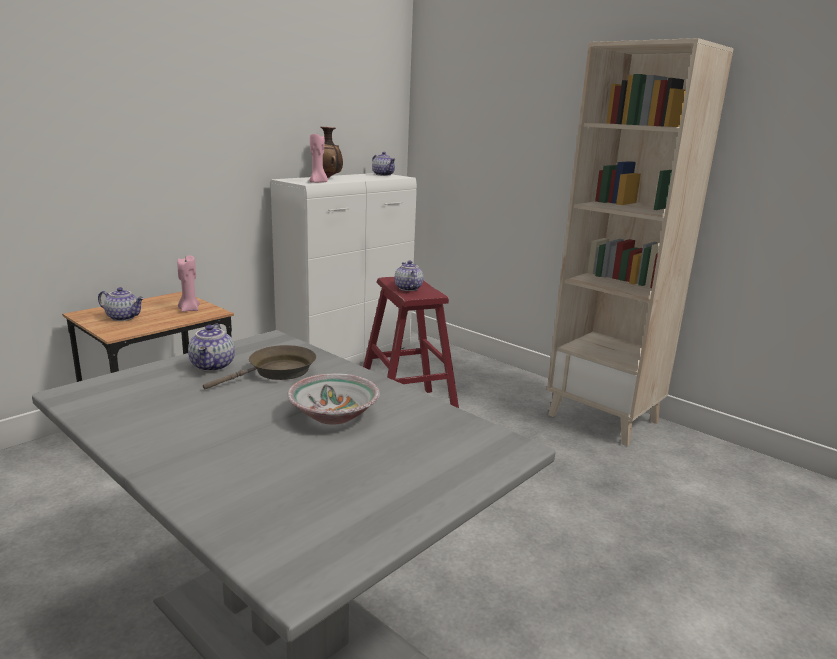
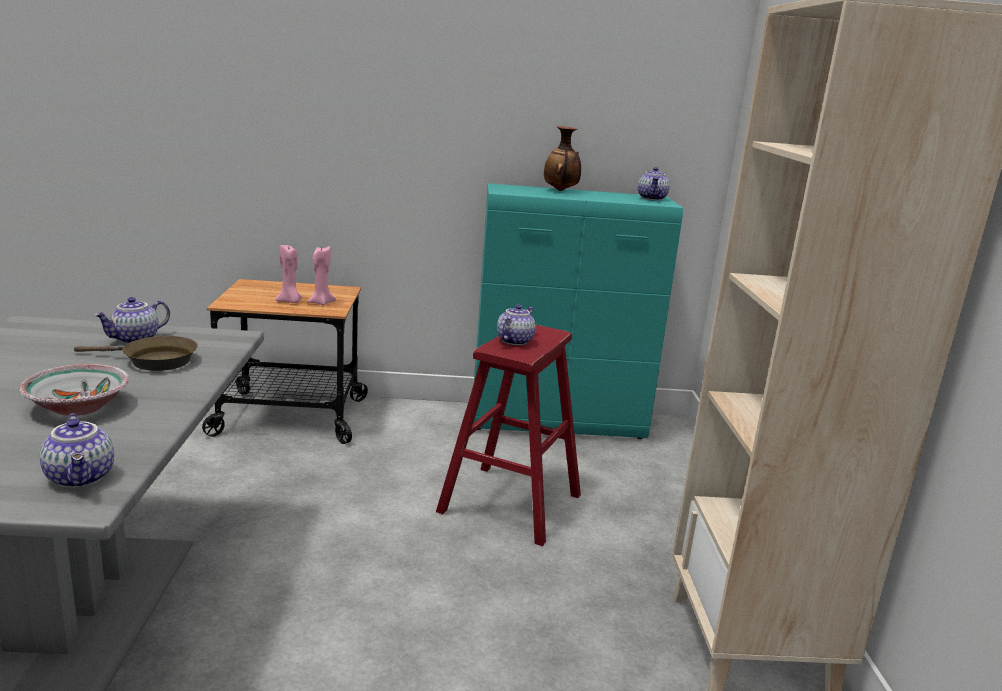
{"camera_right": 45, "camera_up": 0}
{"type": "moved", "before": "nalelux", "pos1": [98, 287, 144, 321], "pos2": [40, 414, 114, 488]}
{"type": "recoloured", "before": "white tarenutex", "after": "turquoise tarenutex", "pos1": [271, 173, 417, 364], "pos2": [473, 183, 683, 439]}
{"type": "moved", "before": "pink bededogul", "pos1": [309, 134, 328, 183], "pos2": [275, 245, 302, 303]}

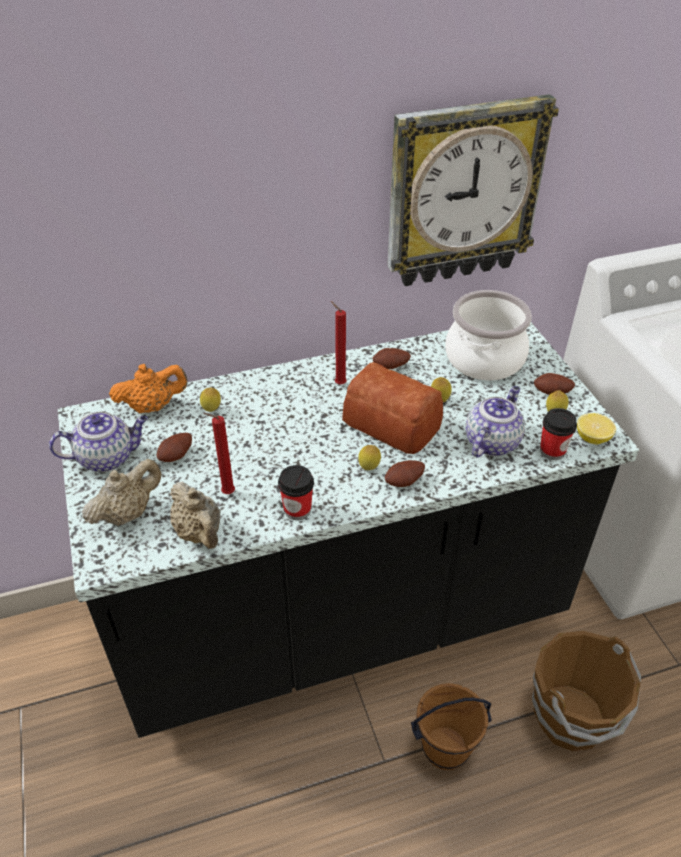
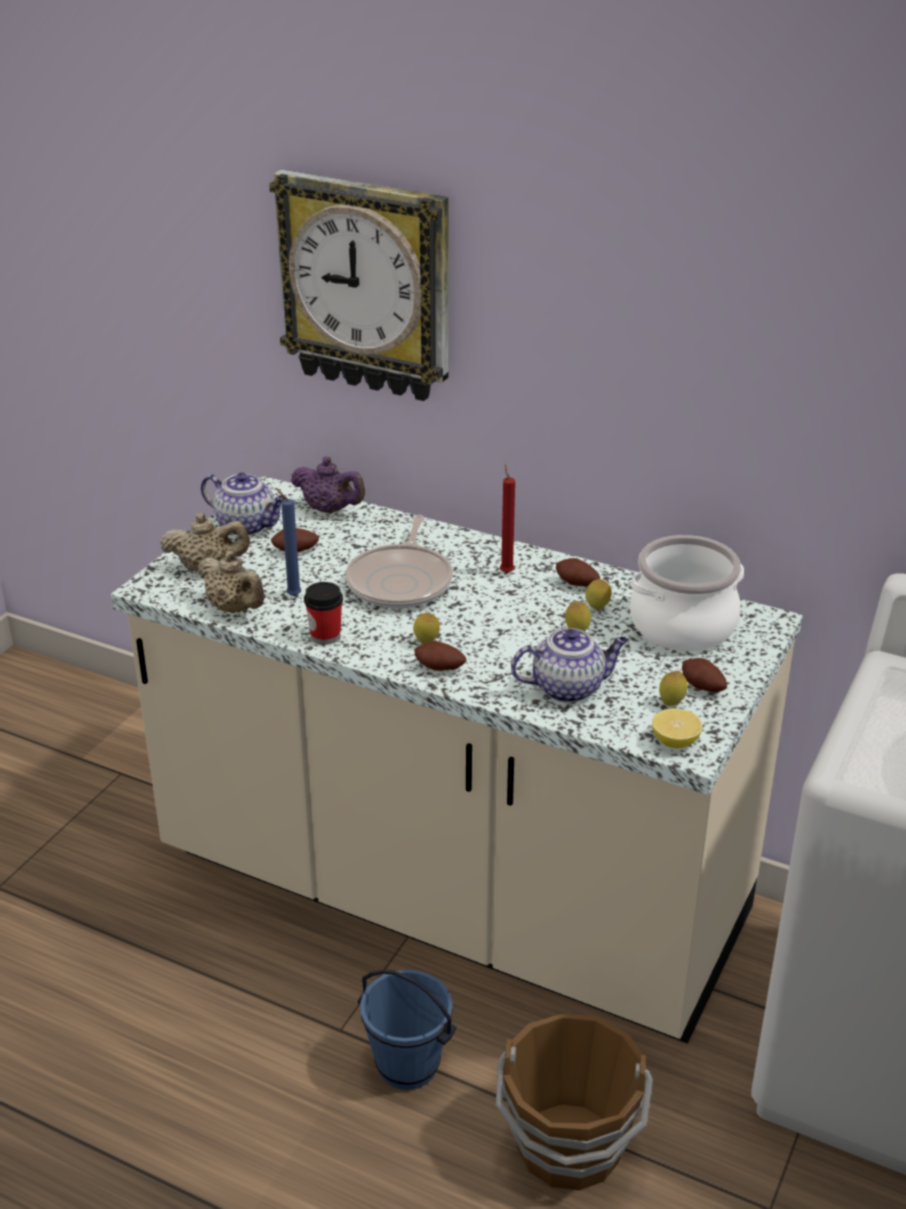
{"camera_right": 45, "camera_up": -10}
{"type": "recoloured", "before": "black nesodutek", "after": "beige nesodutek", "pos1": [58, 323, 639, 738], "pos2": [111, 476, 803, 1044]}
{"type": "recoloured", "before": "orange nalelux", "after": "purple nalelux", "pos1": [109, 364, 188, 414], "pos2": [291, 456, 365, 513]}
{"type": "turned", "before": "beige nalelux", "pos1": [170, 481, 220, 549], "pos2": [198, 551, 265, 613], "turn": -60}
{"type": "moved", "before": "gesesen", "pos1": [200, 388, 221, 412], "pos2": [586, 579, 611, 610]}
{"type": "recoloured", "before": "red bededogul", "after": "blue bededogul", "pos1": [204, 413, 235, 494], "pos2": [275, 488, 301, 596]}
{"type": "removed", "before": "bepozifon", "pos1": [342, 362, 443, 454]}
{"type": "moved", "before": "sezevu", "pos1": [387, 94, 559, 286], "pos2": [269, 170, 449, 401]}
{"type": "recoloured", "before": "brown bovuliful", "after": "blue bovuliful", "pos1": [411, 683, 492, 770], "pos2": [358, 970, 457, 1090]}
{"type": "removed", "before": "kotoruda", "pos1": [540, 408, 577, 460]}
{"type": "added", "after": "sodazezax", "pos2": [346, 515, 453, 608]}

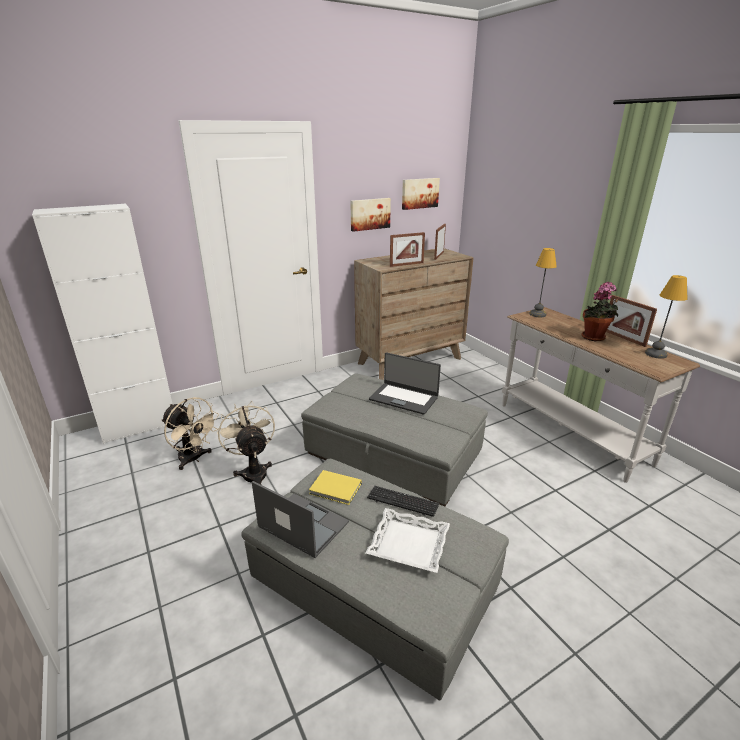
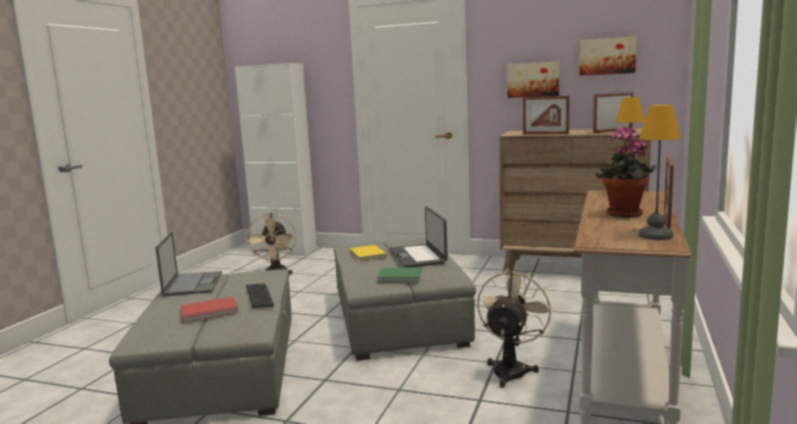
{"camera_right": 50, "camera_up": -15}
{"type": "moved", "before": "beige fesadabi", "pos1": [216, 401, 275, 485], "pos2": [477, 269, 553, 388]}
{"type": "moved", "before": "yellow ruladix", "pos1": [309, 470, 362, 505], "pos2": [349, 245, 386, 262]}
{"type": "replaced", "before": "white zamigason", "after": "red ruladix", "pos1": [366, 508, 450, 573], "pos2": [181, 297, 238, 323]}
{"type": "added", "after": "green ruladix", "pos2": [377, 267, 421, 283]}

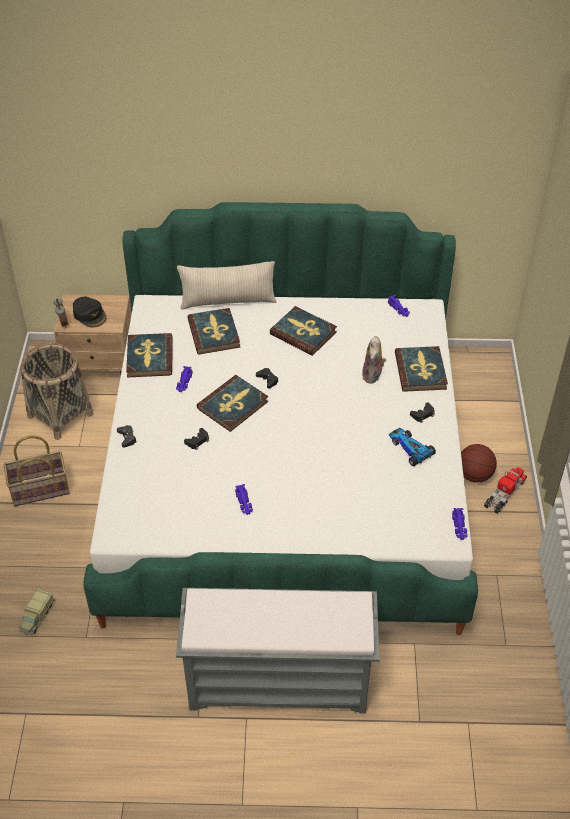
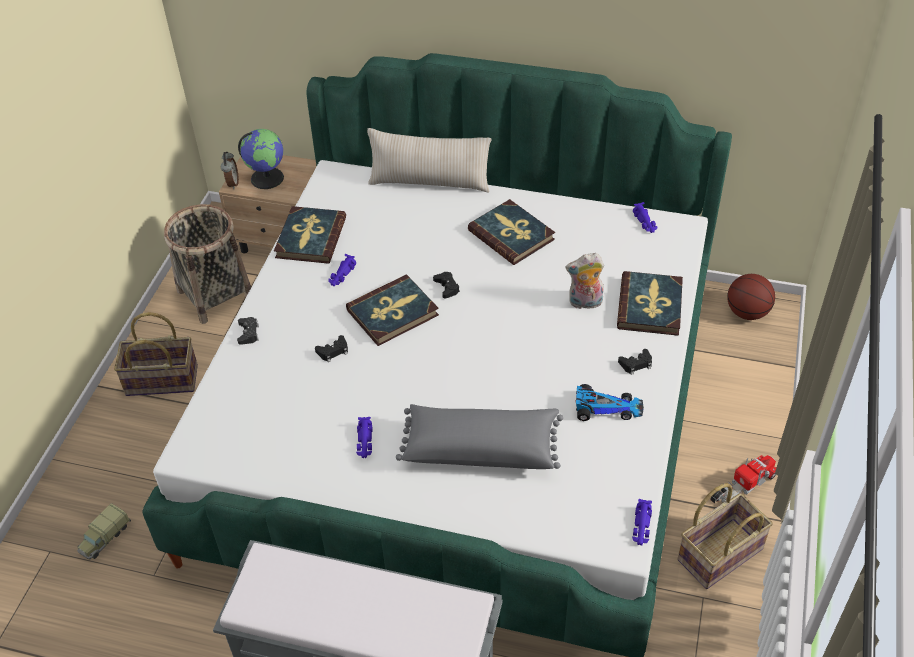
{"camera_right": 15, "camera_up": 0}
{"type": "replaced", "before": "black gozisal", "after": "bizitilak", "pos1": [73, 297, 107, 328], "pos2": [238, 129, 284, 189]}
{"type": "removed", "before": "ruladix", "pos1": [187, 308, 240, 354]}
{"type": "turned", "before": "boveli", "pos1": [362, 336, 386, 384], "pos2": [565, 253, 604, 309], "turn": 60}
{"type": "turned", "before": "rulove", "pos1": [389, 428, 436, 466], "pos2": [575, 384, 644, 421], "turn": 120}
{"type": "moved", "before": "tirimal", "pos1": [461, 444, 497, 483], "pos2": [727, 274, 775, 320]}
{"type": "added", "after": "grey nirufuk", "pos2": [396, 404, 563, 469]}
{"type": "added", "after": "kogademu", "pos2": [677, 483, 773, 589]}

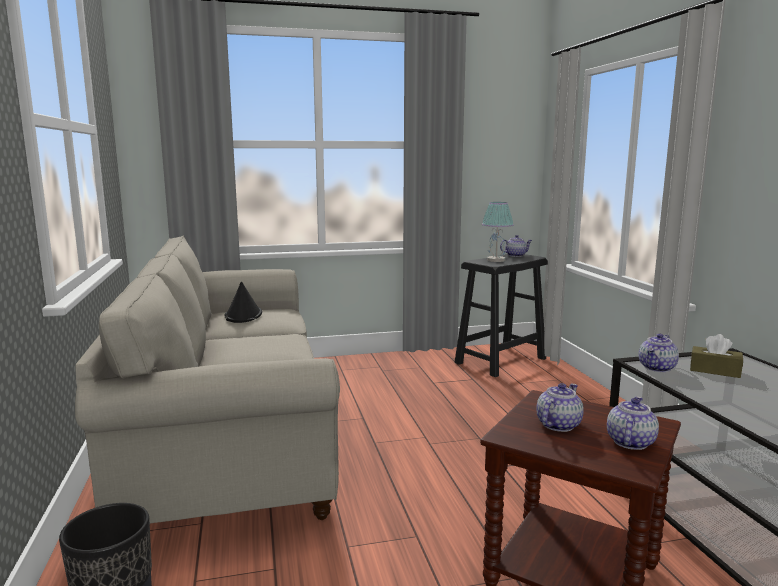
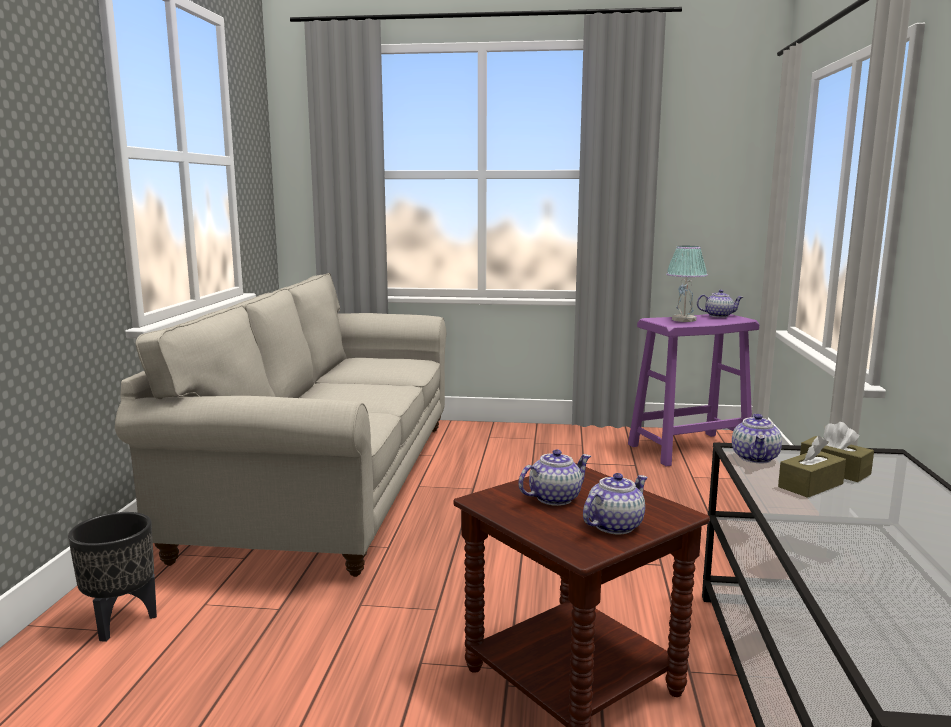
{"camera_right": 20, "camera_up": 0}
{"type": "removed", "before": "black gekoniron", "pos1": [225, 282, 262, 323]}
{"type": "recoloured", "before": "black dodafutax", "after": "purple dodafutax", "pos1": [454, 254, 548, 377], "pos2": [628, 314, 759, 467]}
{"type": "turned", "before": "nalelux", "pos1": [639, 334, 679, 372], "pos2": [732, 414, 782, 463], "turn": -45}
{"type": "added", "after": "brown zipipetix", "pos2": [778, 436, 846, 498]}

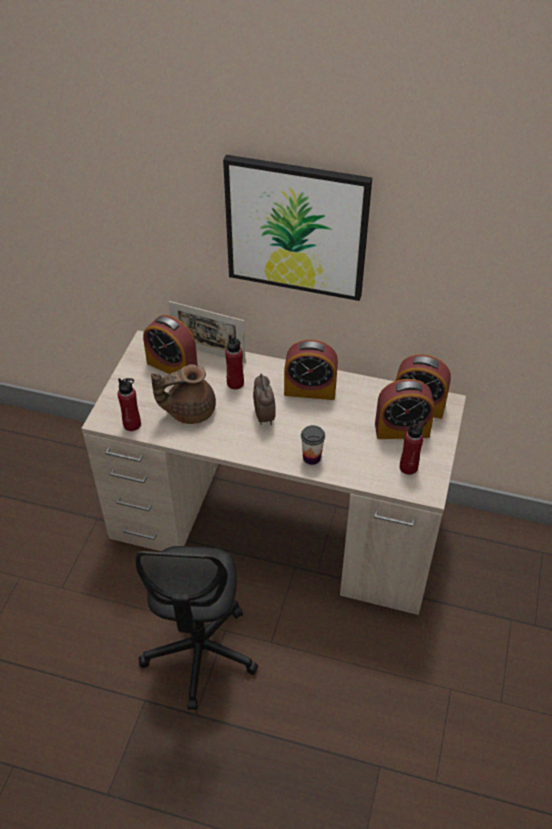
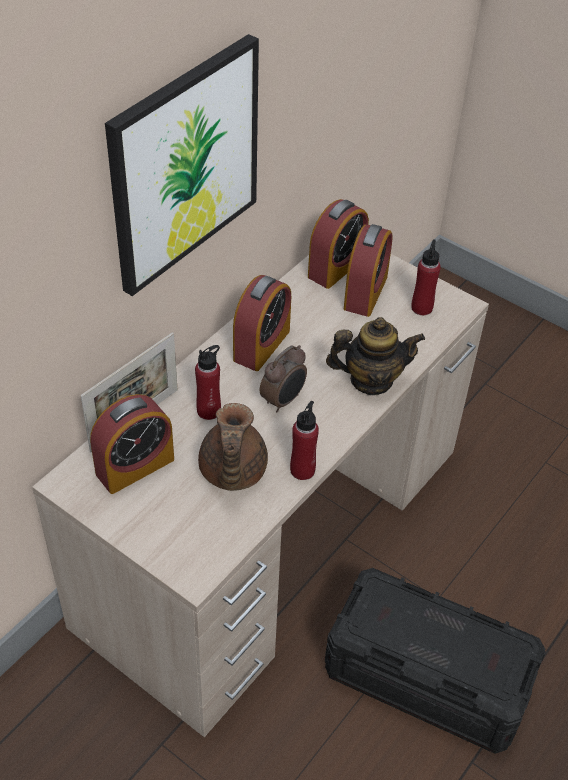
{"camera_right": -70, "camera_up": 0}
{"type": "moved", "before": "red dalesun", "pos1": [117, 378, 141, 431], "pos2": [290, 401, 319, 480]}
{"type": "replaced", "before": "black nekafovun", "after": "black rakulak", "pos1": [136, 546, 258, 710], "pos2": [325, 568, 546, 754]}
{"type": "turned", "before": "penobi", "pos1": [253, 374, 276, 425], "pos2": [260, 345, 307, 413], "turn": 120}
{"type": "replaced", "before": "kotoruda", "after": "nalelux", "pos1": [301, 425, 325, 465], "pos2": [326, 317, 425, 395]}

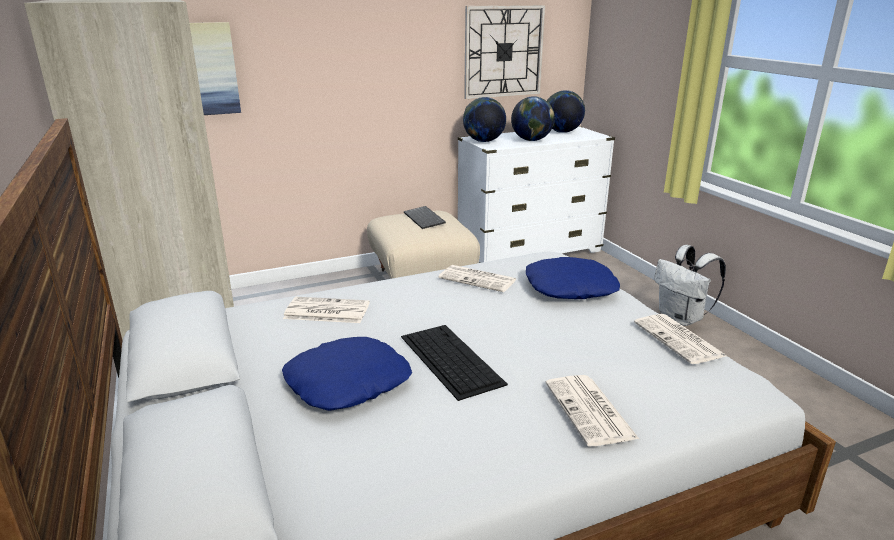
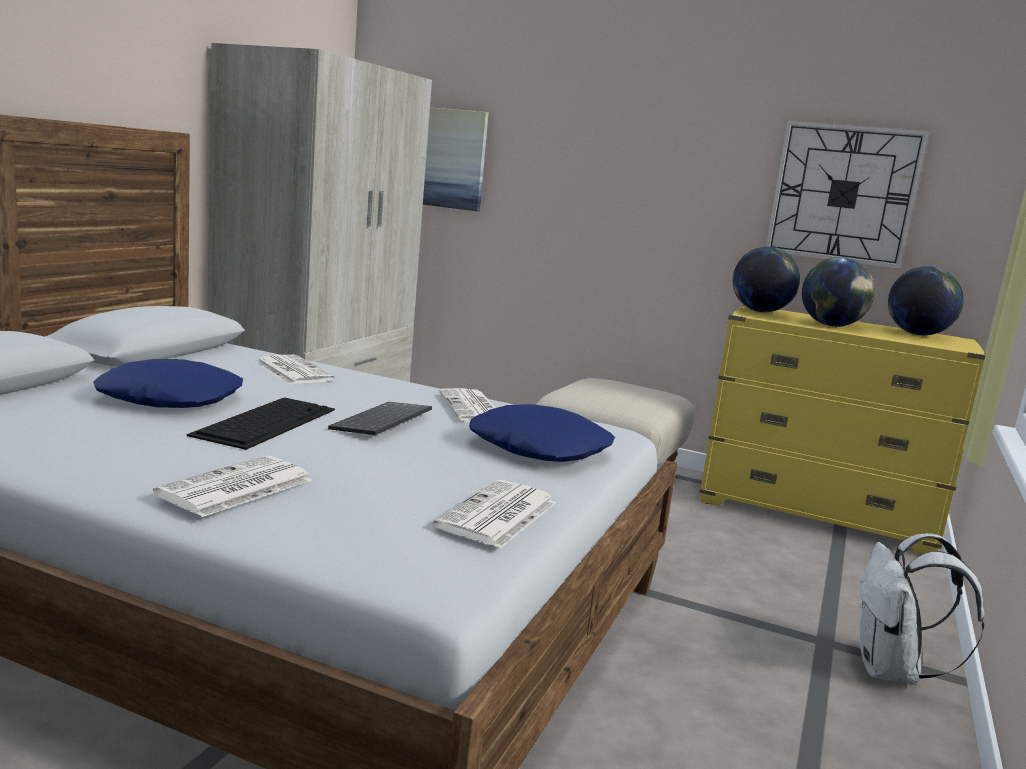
{"camera_right": 45, "camera_up": -10}
{"type": "moved", "before": "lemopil", "pos1": [404, 206, 446, 229], "pos2": [328, 402, 432, 435]}
{"type": "recoloured", "before": "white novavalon", "after": "yellow novavalon", "pos1": [458, 126, 615, 263], "pos2": [700, 305, 986, 554]}

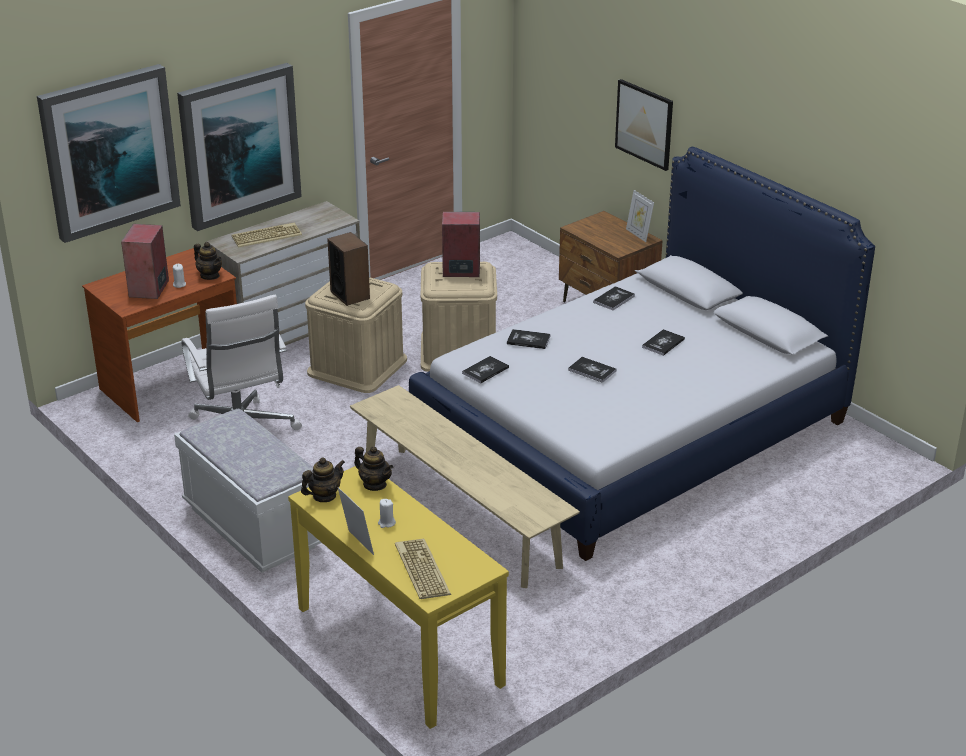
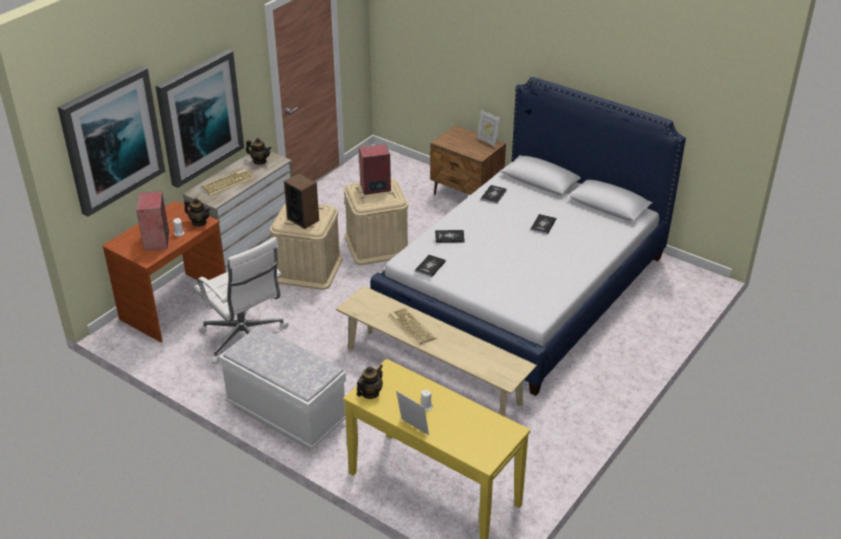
{"camera_right": -15, "camera_up": 5}
{"type": "moved", "before": "nalelux", "pos1": [354, 446, 393, 491], "pos2": [246, 138, 271, 165]}
{"type": "moved", "before": "lemopil", "pos1": [395, 539, 451, 599], "pos2": [389, 308, 437, 345]}
{"type": "removed", "before": "ruladix", "pos1": [568, 357, 617, 383]}
{"type": "removed", "before": "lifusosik", "pos1": [615, 79, 673, 171]}

